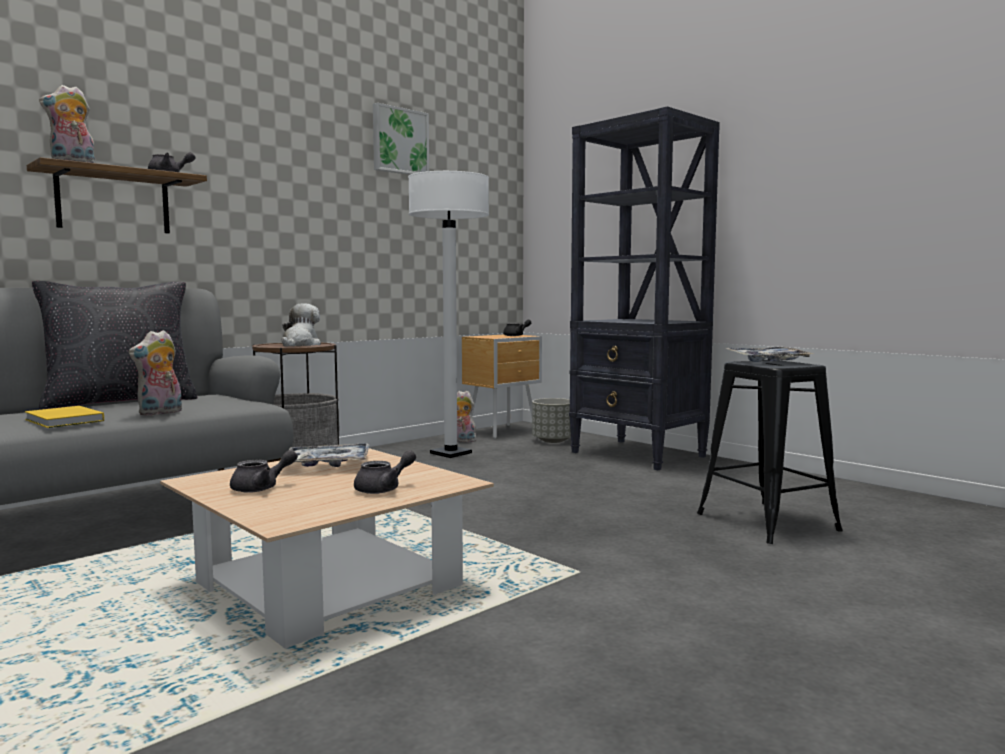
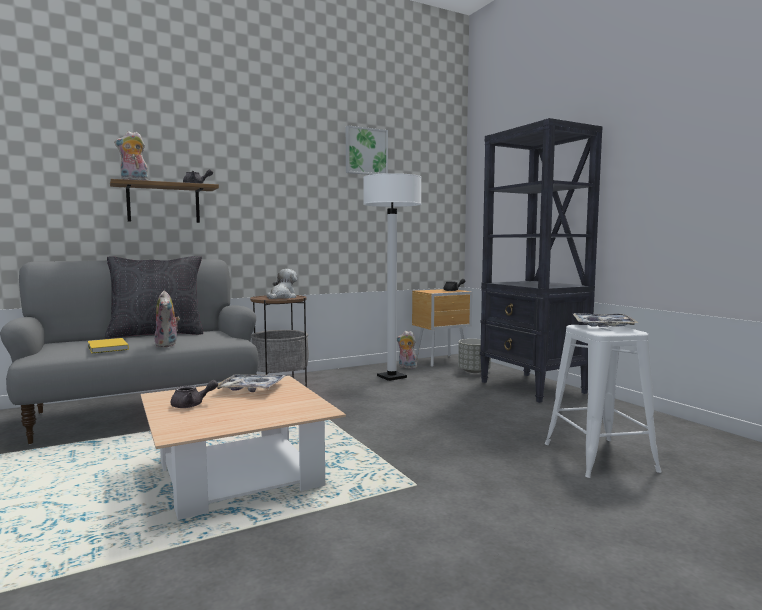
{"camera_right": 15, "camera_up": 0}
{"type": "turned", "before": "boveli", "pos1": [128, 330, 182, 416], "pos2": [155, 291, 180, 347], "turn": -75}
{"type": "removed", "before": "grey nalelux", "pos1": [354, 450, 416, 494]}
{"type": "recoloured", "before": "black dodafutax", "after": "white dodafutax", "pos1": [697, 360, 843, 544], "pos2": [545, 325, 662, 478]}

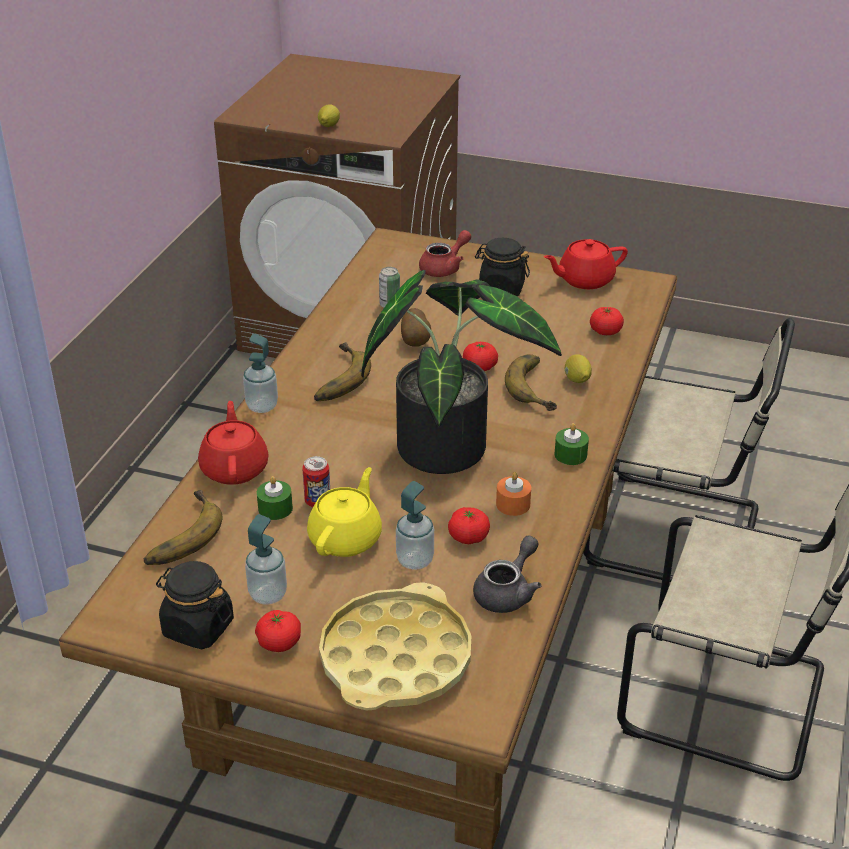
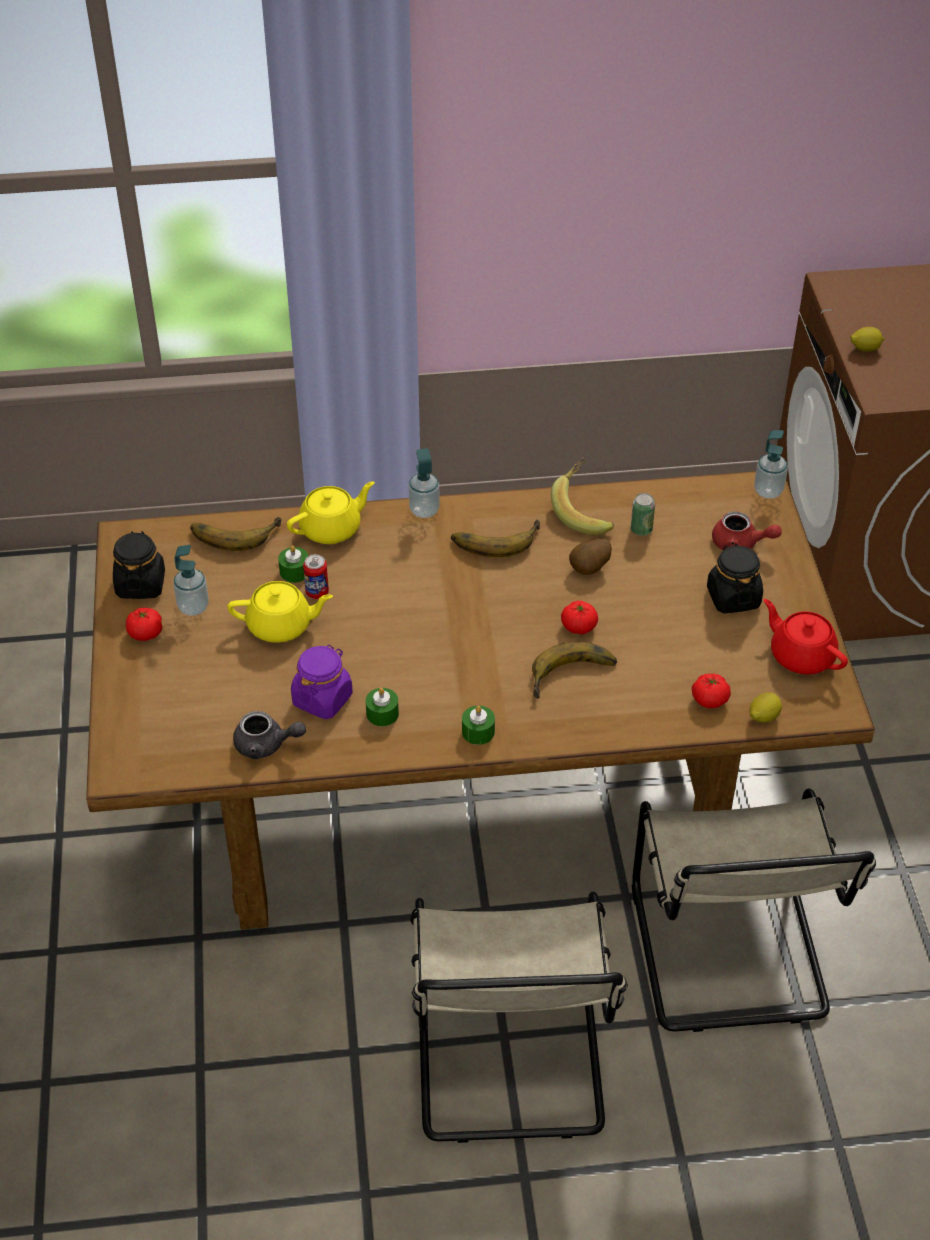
{"camera_right": 65, "camera_up": 10}
{"type": "recoloured", "before": "red nalelux", "after": "yellow nalelux", "pos1": [198, 401, 269, 485], "pos2": [287, 481, 375, 544]}
{"type": "removed", "before": "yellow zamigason", "pos1": [319, 582, 471, 710]}
{"type": "removed", "before": "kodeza", "pos1": [361, 270, 562, 474]}
{"type": "moved", "before": "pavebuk", "pos1": [396, 481, 434, 570], "pos2": [754, 430, 788, 499]}
{"type": "replaced", "before": "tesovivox", "after": "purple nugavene", "pos1": [448, 507, 490, 544], "pos2": [291, 644, 353, 719]}
{"type": "recoloured", "before": "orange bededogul", "after": "green bededogul", "pos1": [496, 472, 531, 516], "pos2": [365, 688, 399, 727]}
{"type": "moved", "before": "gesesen", "pos1": [565, 354, 592, 383], "pos2": [750, 692, 782, 723]}
{"type": "added", "after": "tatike", "pos2": [551, 458, 614, 535]}

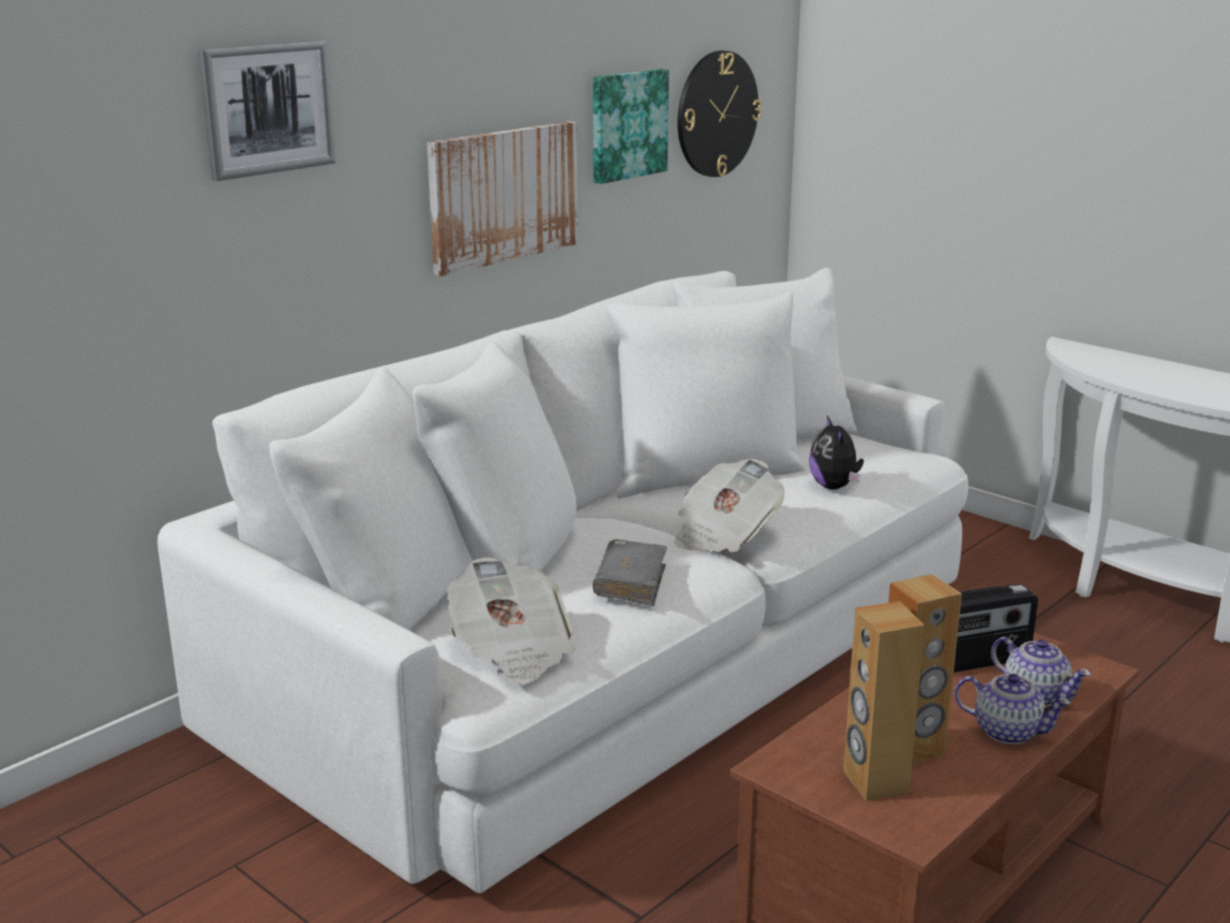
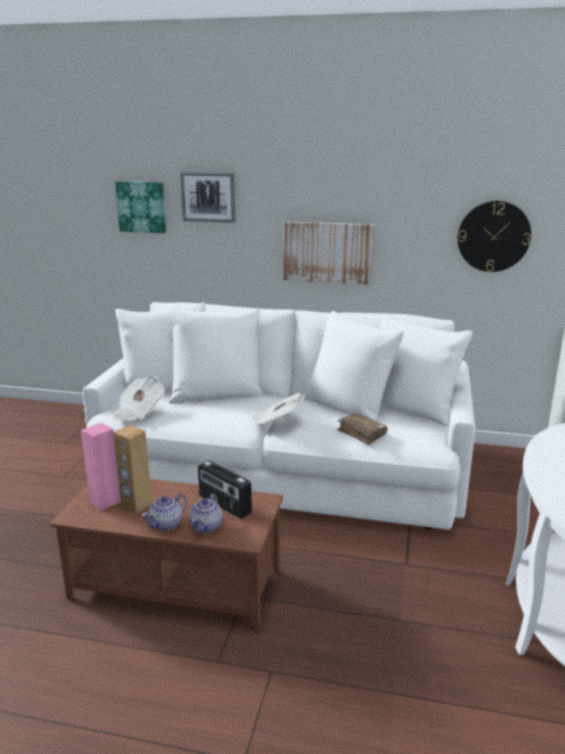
{"camera_right": 60, "camera_up": 0}
{"type": "removed", "before": "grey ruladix", "pos1": [592, 540, 667, 606]}
{"type": "moved", "before": "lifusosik", "pos1": [593, 69, 669, 184], "pos2": [115, 181, 166, 233]}
{"type": "replaced", "before": "boveli", "after": "brown ruladix", "pos1": [809, 415, 864, 490], "pos2": [337, 413, 387, 445]}
{"type": "recoloured", "before": "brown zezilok", "after": "pink zezilok", "pos1": [843, 601, 925, 801], "pos2": [81, 423, 121, 511]}
{"type": "turned", "before": "nalelux", "pos1": [954, 674, 1071, 744], "pos2": [142, 494, 187, 531], "turn": 45}

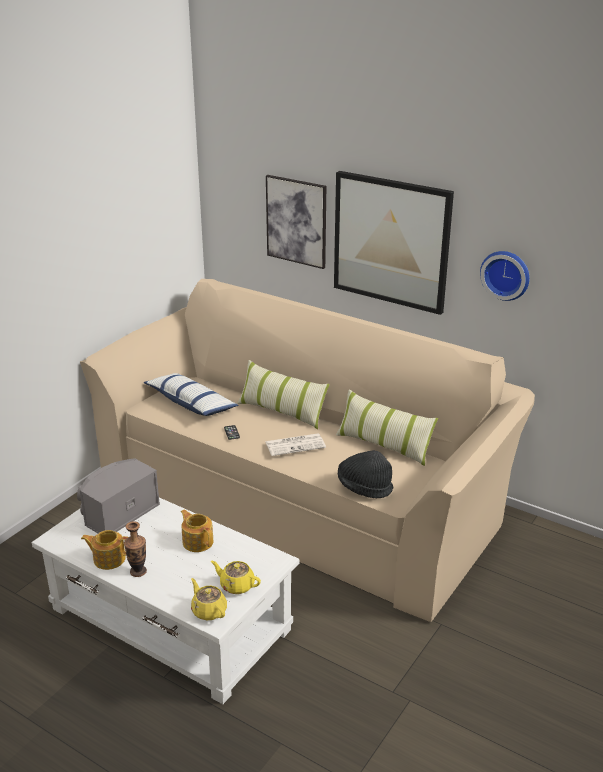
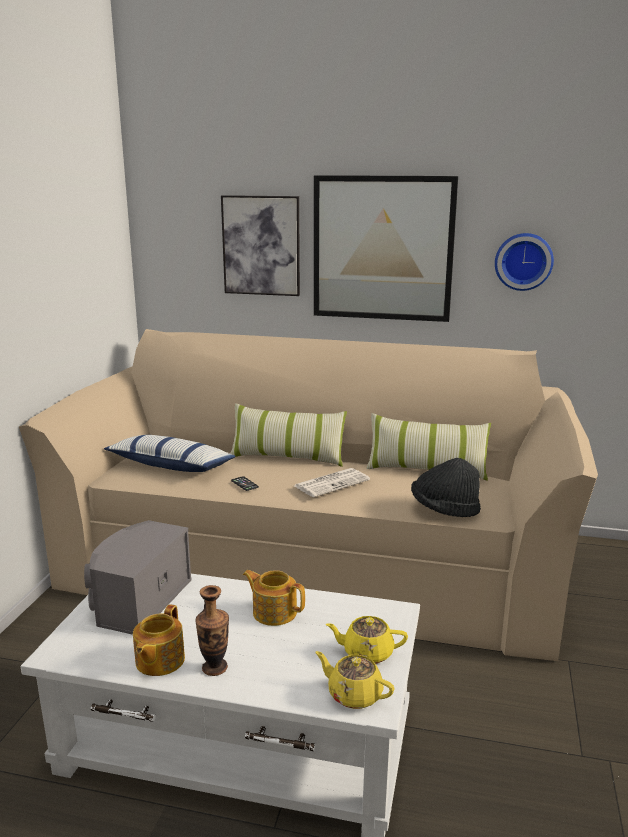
{"camera_right": -20, "camera_up": -10}
{"type": "turned", "before": "nalelux", "pos1": [81, 530, 128, 570], "pos2": [133, 604, 185, 676], "turn": -60}

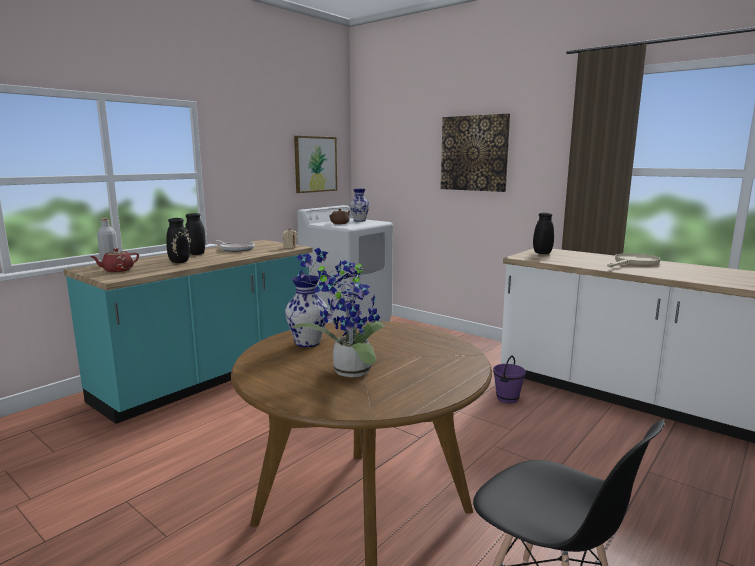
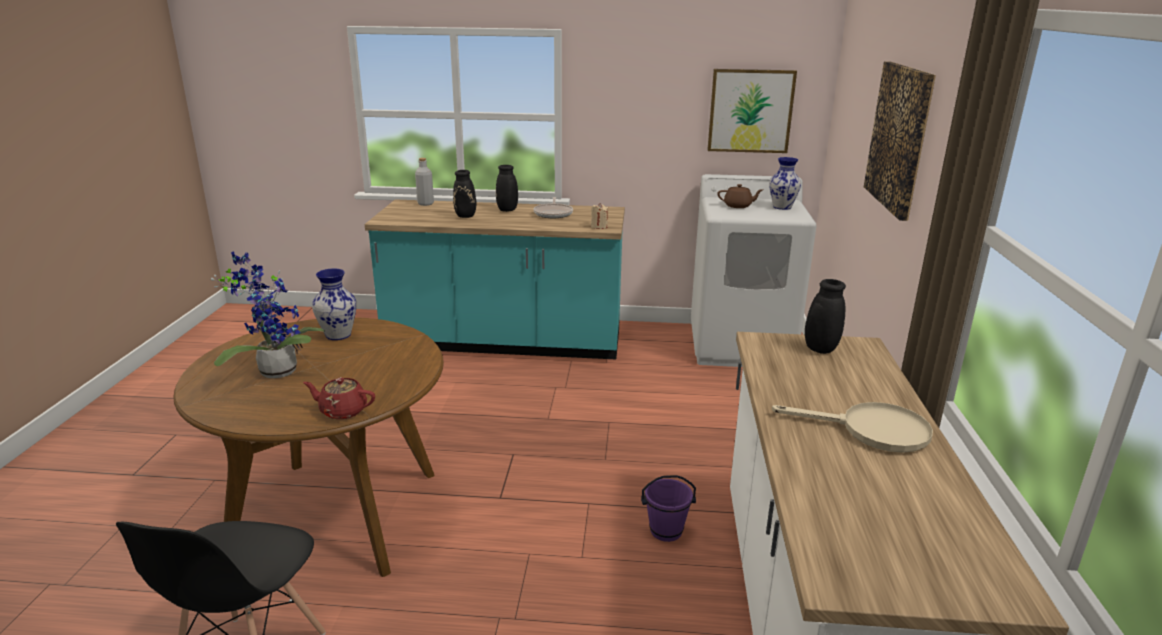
{"camera_right": 55, "camera_up": 10}
{"type": "moved", "before": "red nalelux", "pos1": [90, 248, 139, 272], "pos2": [303, 377, 375, 419]}

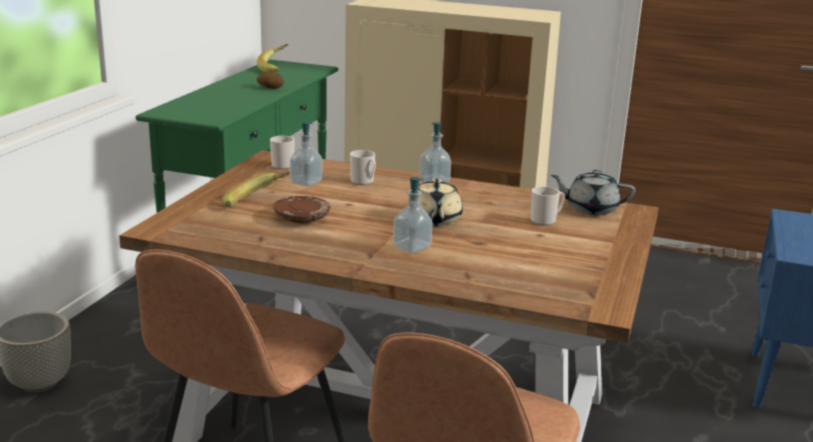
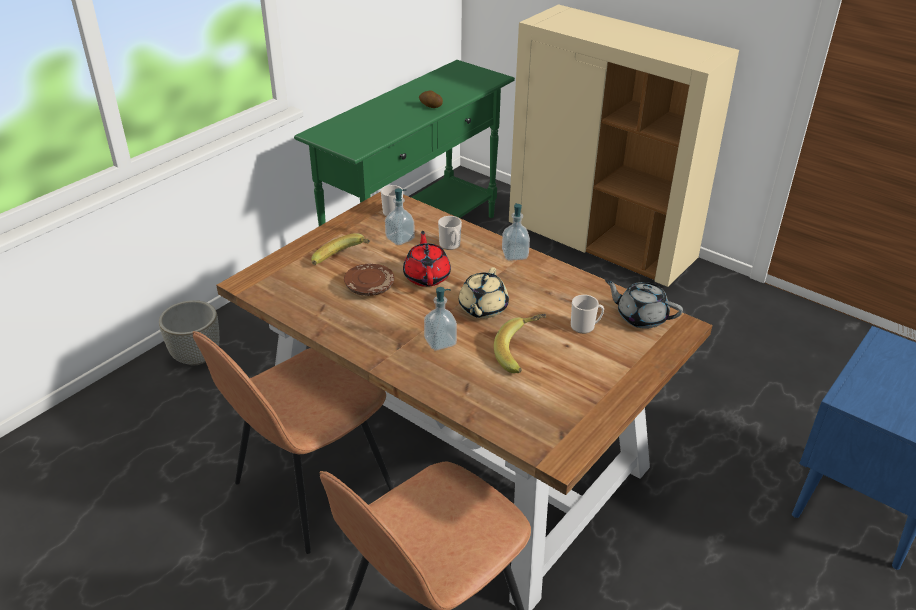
{"camera_right": 20, "camera_up": 15}
{"type": "moved", "before": "tatike", "pos1": [257, 44, 288, 72], "pos2": [494, 314, 546, 373]}
{"type": "added", "after": "red nalelux", "pos2": [403, 231, 451, 287]}

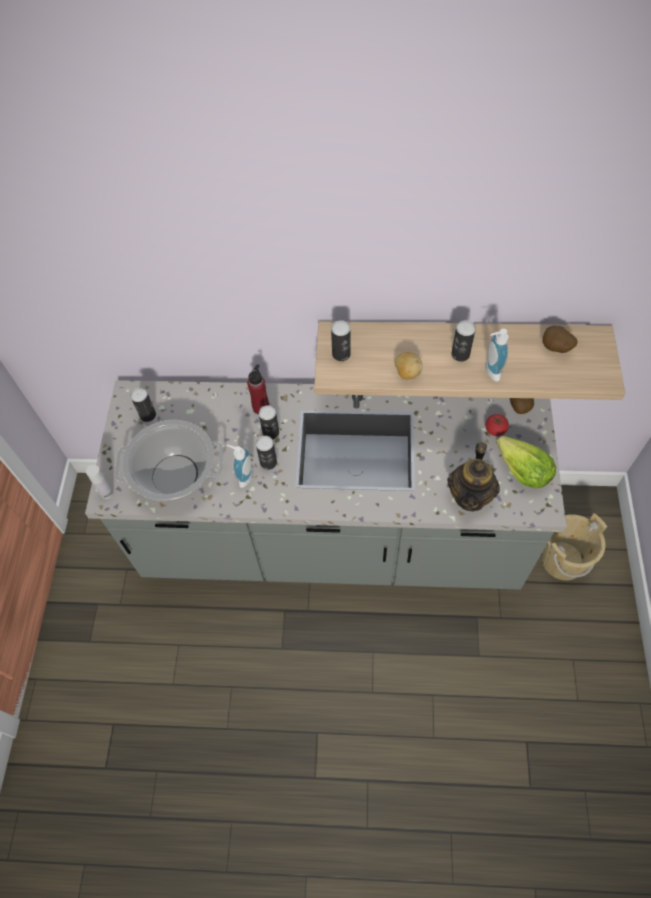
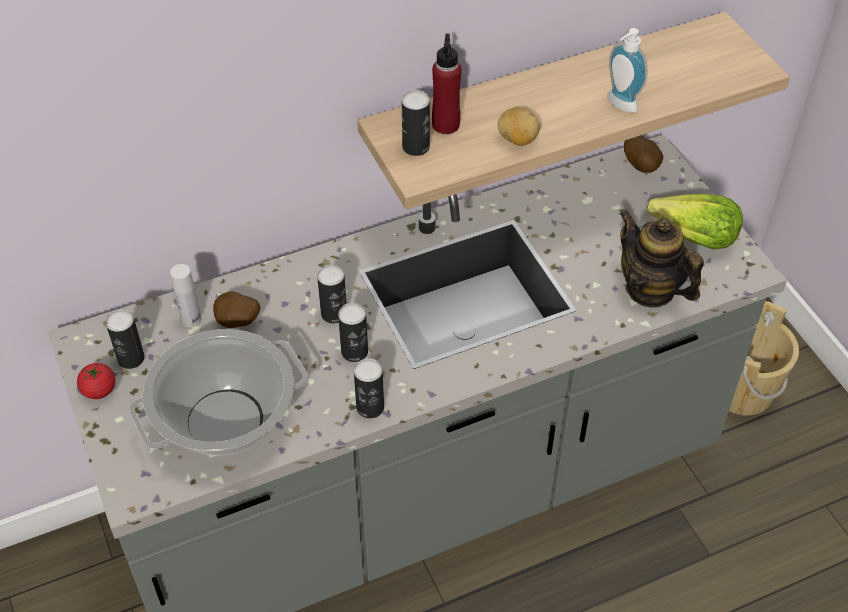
{"camera_right": -30, "camera_up": -10}
{"type": "moved", "before": "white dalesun", "pos1": [86, 465, 114, 499], "pos2": [170, 264, 201, 327]}
{"type": "removed", "before": "pavebuk", "pos1": [226, 445, 253, 488]}
{"type": "moved", "before": "red dalesun", "pos1": [247, 364, 269, 414], "pos2": [432, 33, 462, 134]}
{"type": "turned", "before": "nalelux", "pos1": [447, 442, 500, 511], "pos2": [620, 210, 704, 308], "turn": 150}
{"type": "moved", "before": "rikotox", "pos1": [451, 320, 476, 362], "pos2": [354, 358, 384, 418]}
{"type": "moved", "before": "tesovivox", "pos1": [485, 414, 509, 436], "pos2": [77, 363, 115, 399]}
{"type": "moved", "before": "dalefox", "pos1": [543, 326, 578, 353], "pos2": [213, 292, 260, 328]}

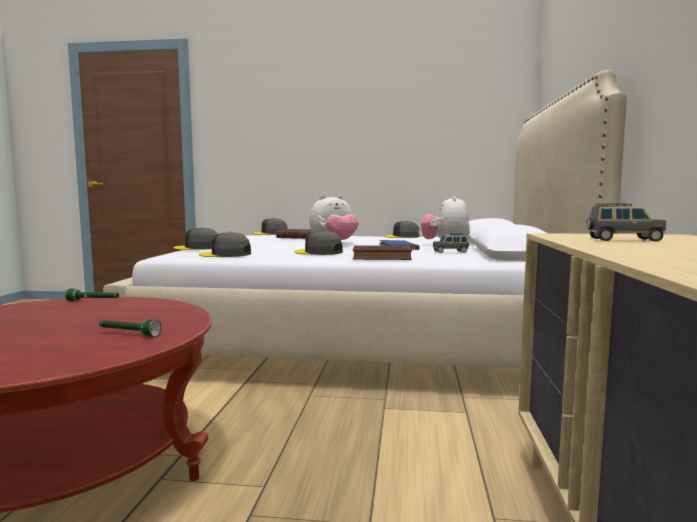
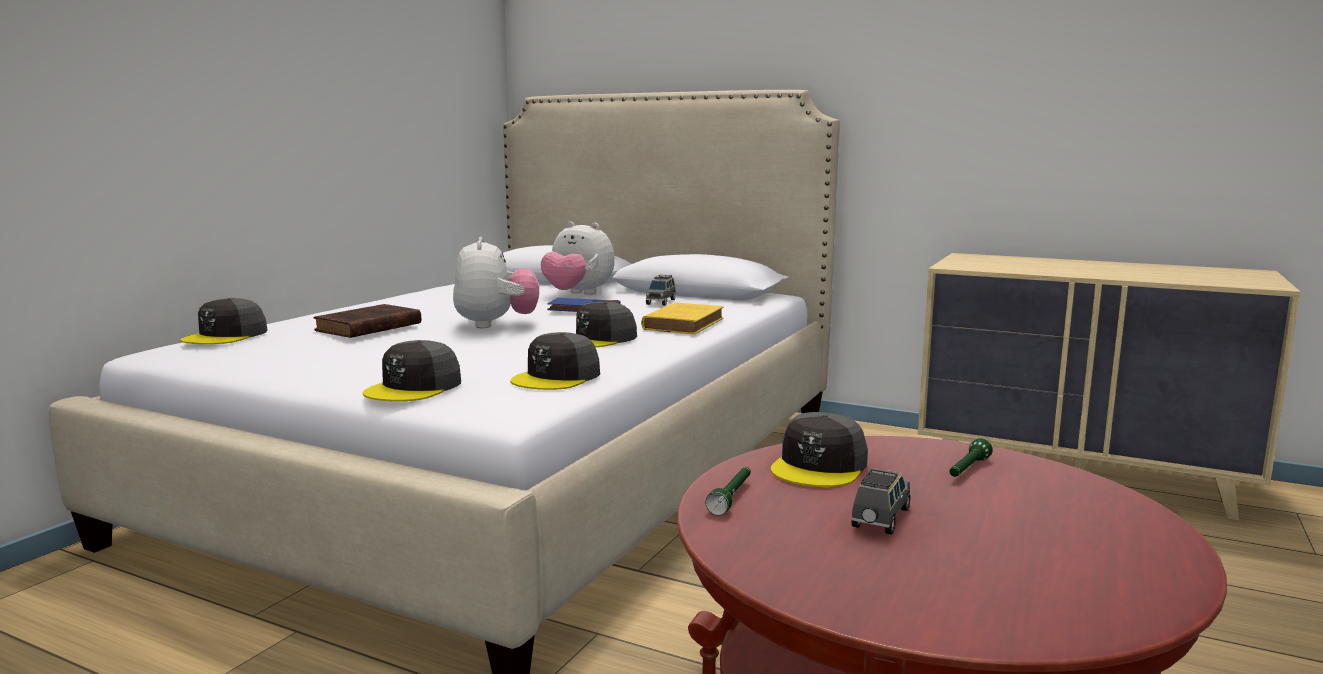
{"camera_right": -70, "camera_up": 5}
{"type": "recoloured", "before": "brown ruladix", "after": "yellow ruladix", "pos1": [353, 246, 412, 260], "pos2": [641, 302, 724, 334]}
{"type": "moved", "before": "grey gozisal", "pos1": [384, 221, 420, 238], "pos2": [771, 412, 868, 487]}
{"type": "moved", "before": "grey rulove", "pos1": [587, 203, 666, 242], "pos2": [851, 468, 911, 535]}

